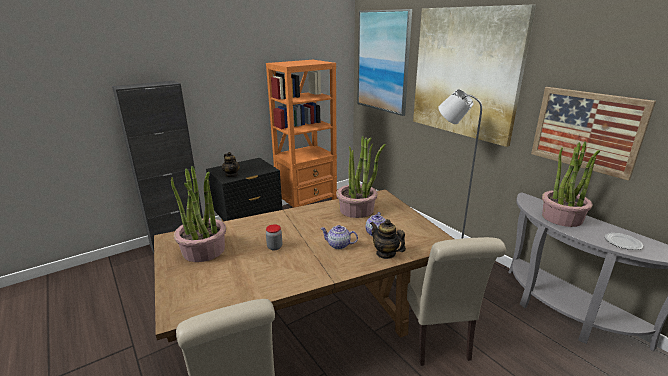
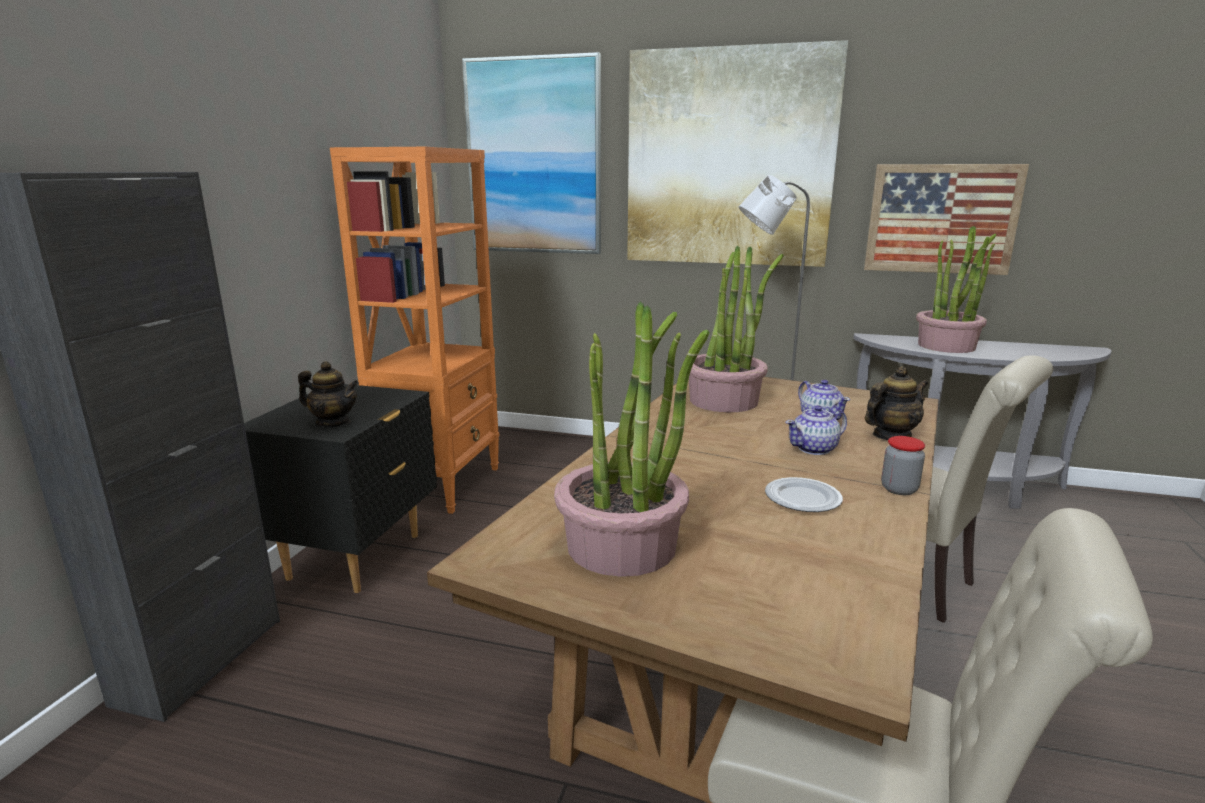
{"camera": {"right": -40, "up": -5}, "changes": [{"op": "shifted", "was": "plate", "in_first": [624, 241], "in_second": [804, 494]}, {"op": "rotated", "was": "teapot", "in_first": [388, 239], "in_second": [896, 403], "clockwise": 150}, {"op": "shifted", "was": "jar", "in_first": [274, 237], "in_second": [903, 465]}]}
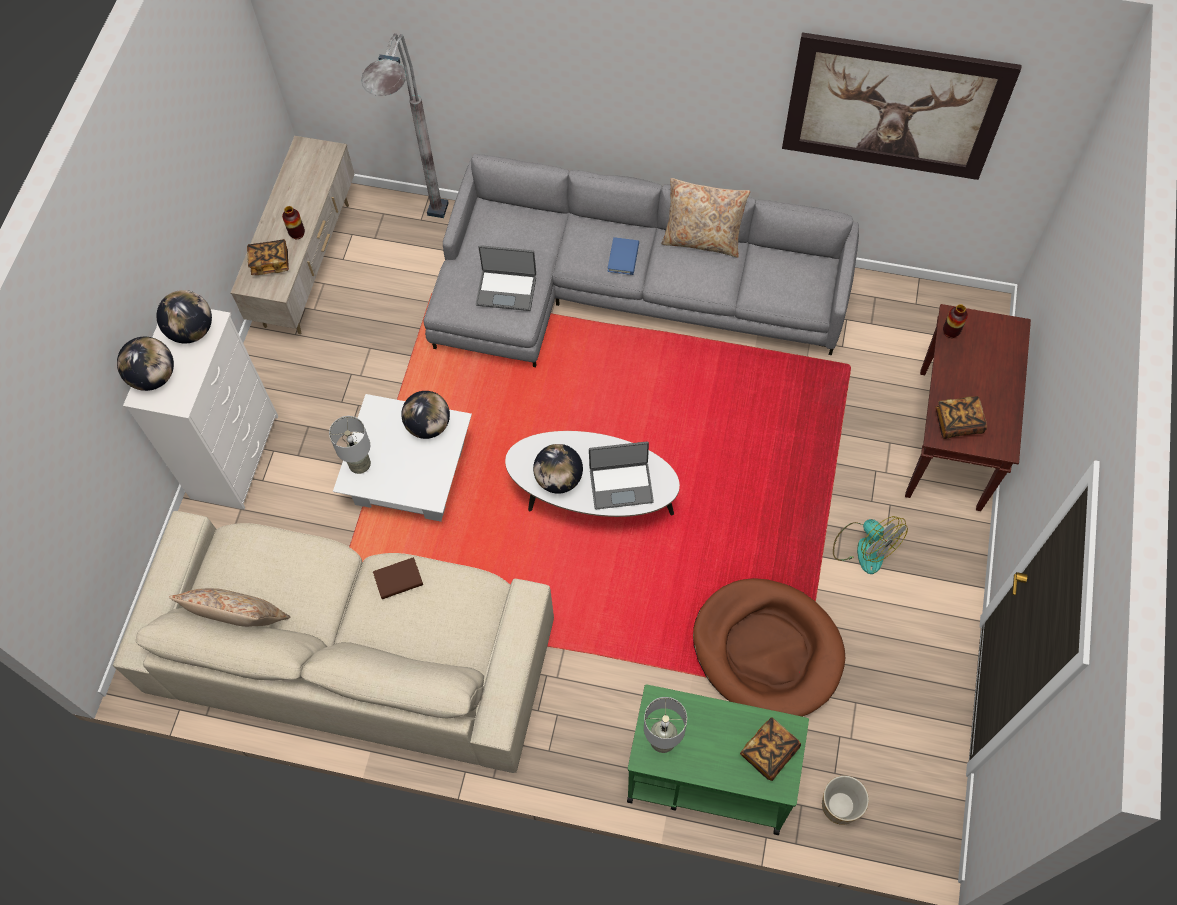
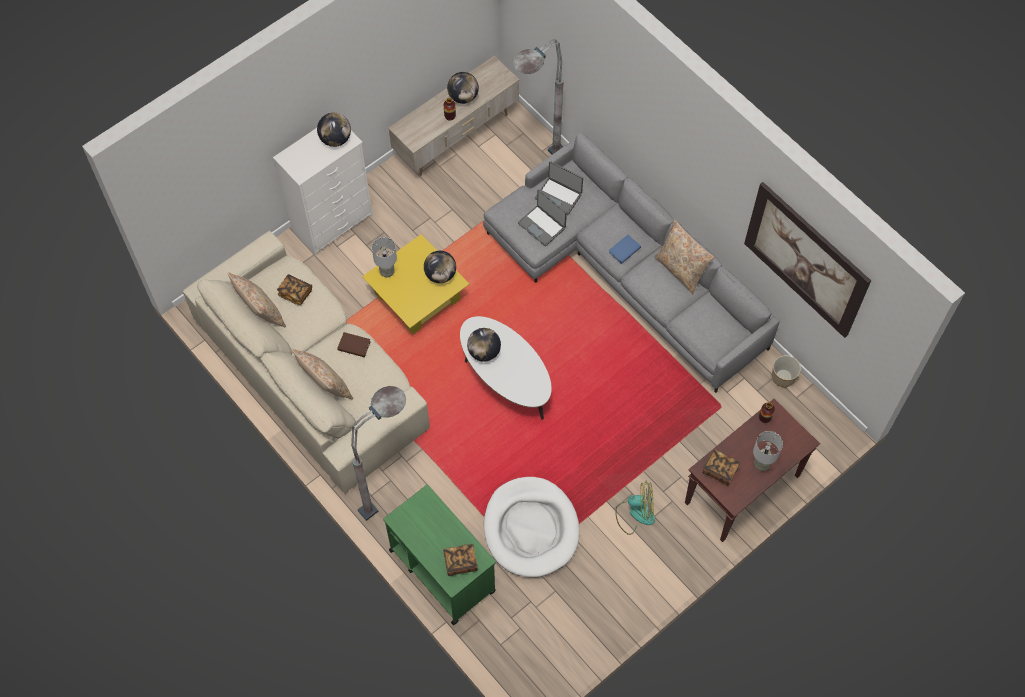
{"camera": {"right": 35, "up": 0}, "changes": [{"op": "shifted", "was": "book", "in_first": [268, 257], "in_second": [294, 290]}, {"op": "new", "now": "beige_pillow", "in_second": [322, 374]}, {"op": "new", "now": "grey_floor_lamp", "in_second": [378, 453]}, {"op": "repainted", "was": "white_coffee_table", "now": "yellow_coffee_table", "in_first": [402, 458], "in_second": [415, 284]}, {"op": "shifted", "was": "globe", "in_first": [145, 364], "in_second": [463, 88]}, {"op": "repainted", "was": "brown_dog_bed", "now": "white_dog_bed", "in_first": [769, 647], "in_second": [532, 527]}, {"op": "shifted", "was": "laptop", "in_first": [621, 475], "in_second": [559, 188]}, {"op": "rotated", "was": "fan", "in_first": [870, 545], "in_second": [635, 508], "clockwise": -90}, {"op": "shifted", "was": "grey_table_lamp", "in_first": [665, 725], "in_second": [768, 451]}, {"op": "shifted", "was": "planter", "in_first": [845, 800], "in_second": [786, 371]}]}
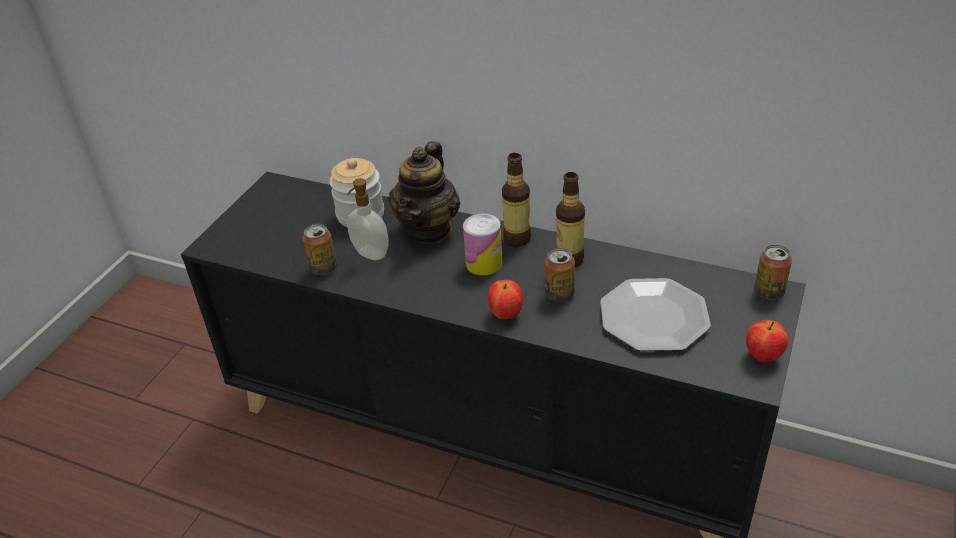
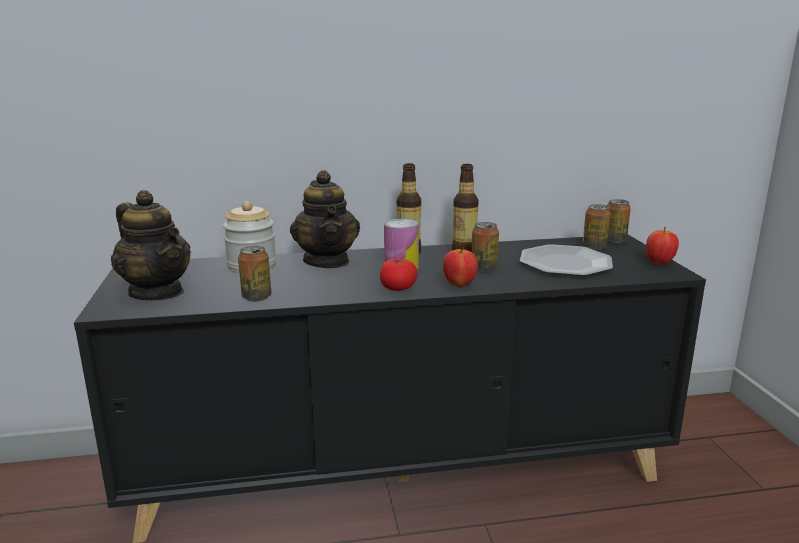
{"camera": {"right": -35, "up": -20}, "changes": [{"op": "new", "now": "teapot", "in_second": [151, 245]}, {"op": "new", "now": "tomato", "in_second": [399, 274]}, {"op": "new", "now": "can", "in_second": [597, 227]}, {"op": "gone", "was": "soap_dispenser", "in_first": [368, 219]}]}
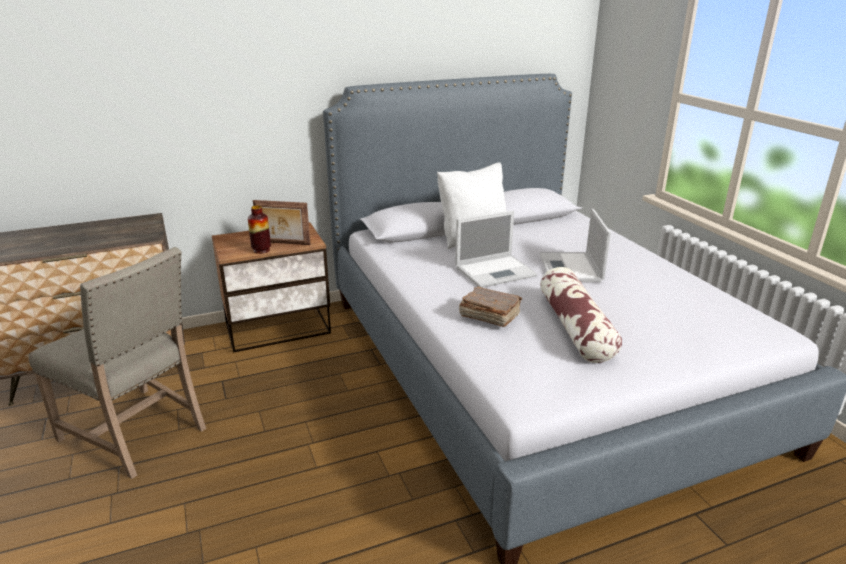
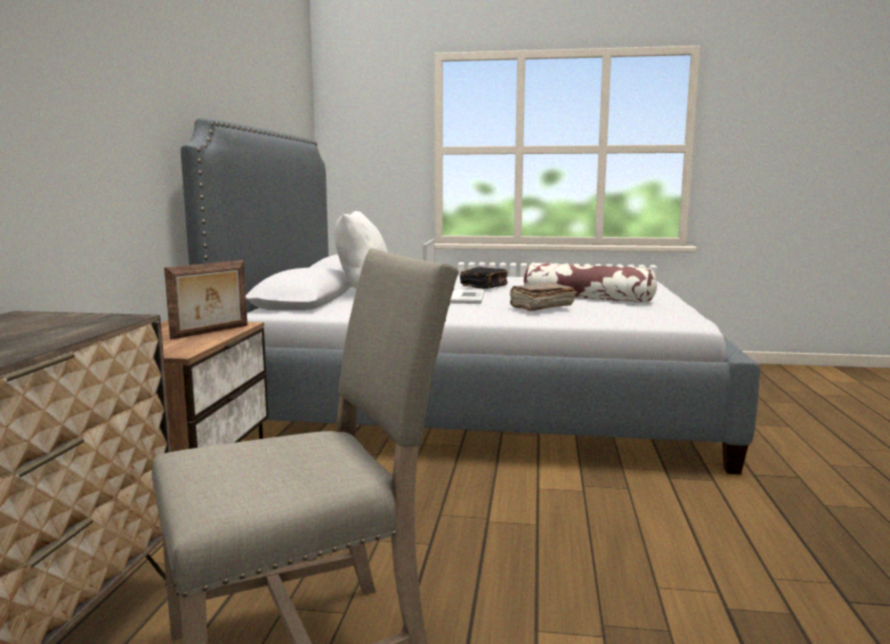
{"camera": {"right": -60, "up": -15}, "changes": [{"op": "swapped", "was": "laptop", "now": "black_book", "in_first": [575, 245], "in_second": [484, 278]}, {"op": "gone", "was": "vase", "in_first": [259, 230]}]}
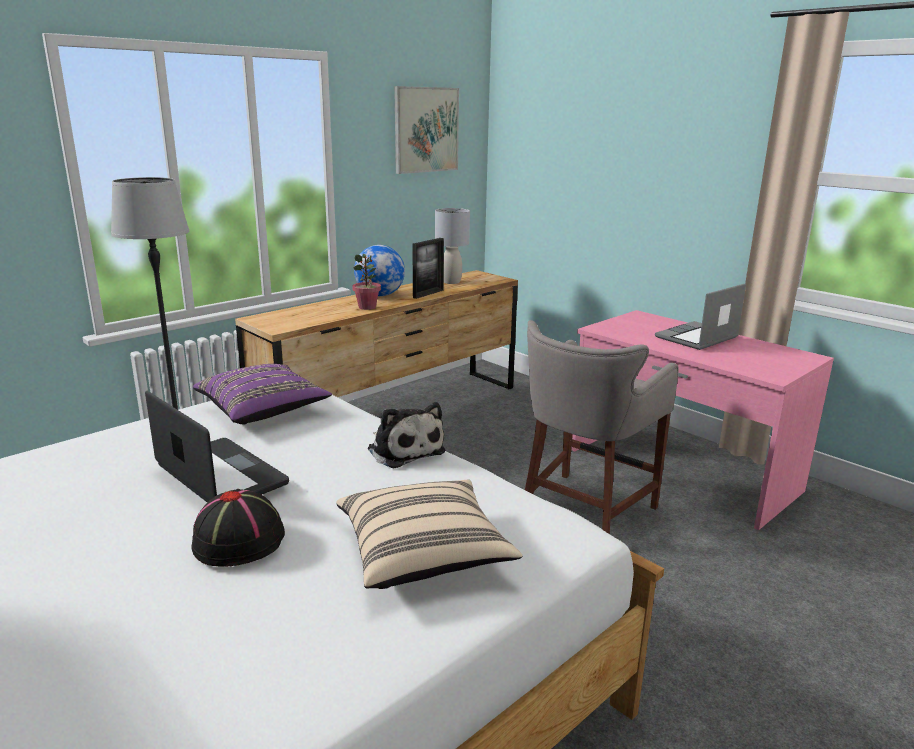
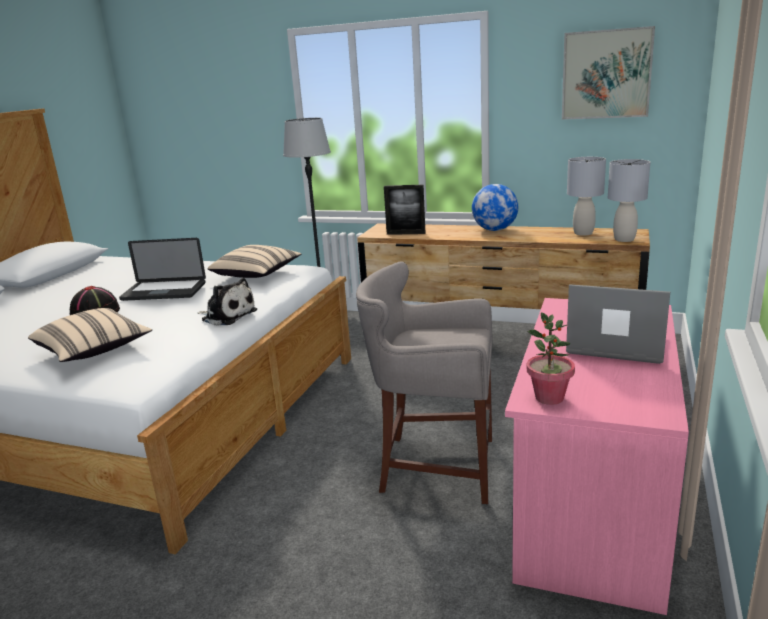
{"camera": {"right": 65, "up": 0}, "changes": [{"op": "rotated", "was": "laptop", "in_first": [217, 446], "in_second": [162, 269], "clockwise": 75}, {"op": "rotated", "was": "plush_toy", "in_first": [407, 435], "in_second": [227, 302], "clockwise": -90}, {"op": "repainted", "was": "purple_pillow", "now": "beige_pillow", "in_first": [262, 394], "in_second": [254, 261]}, {"op": "shifted", "was": "picture_frame", "in_first": [428, 268], "in_second": [404, 210]}, {"op": "shifted", "was": "potted_plant", "in_first": [366, 282], "in_second": [551, 358]}, {"op": "new", "now": "grey_table_lamp", "in_second": [629, 200]}]}
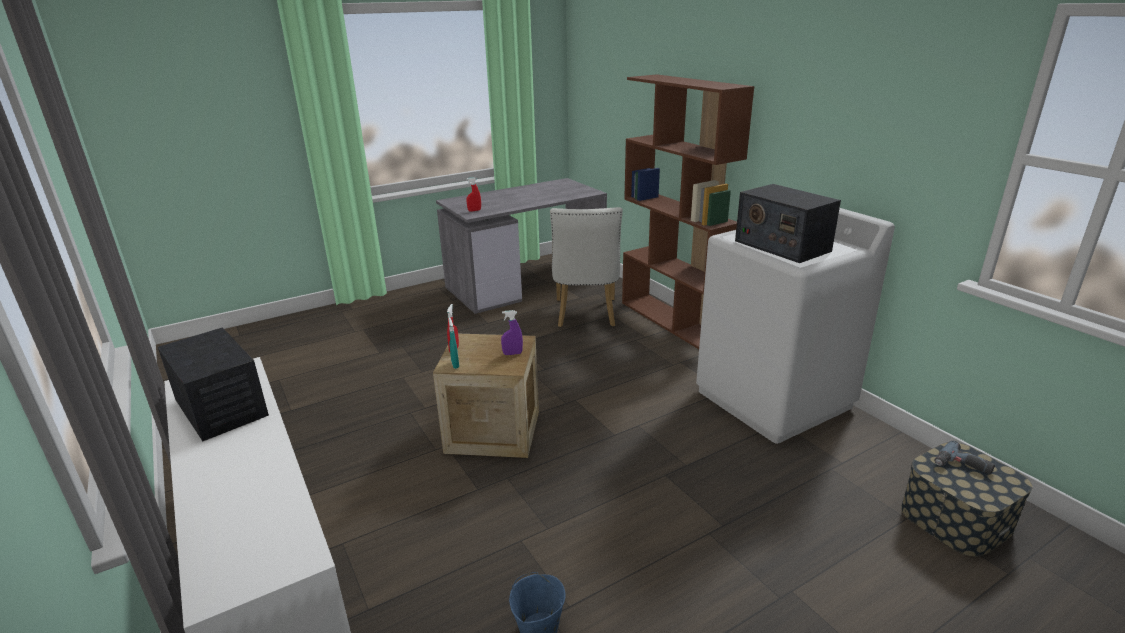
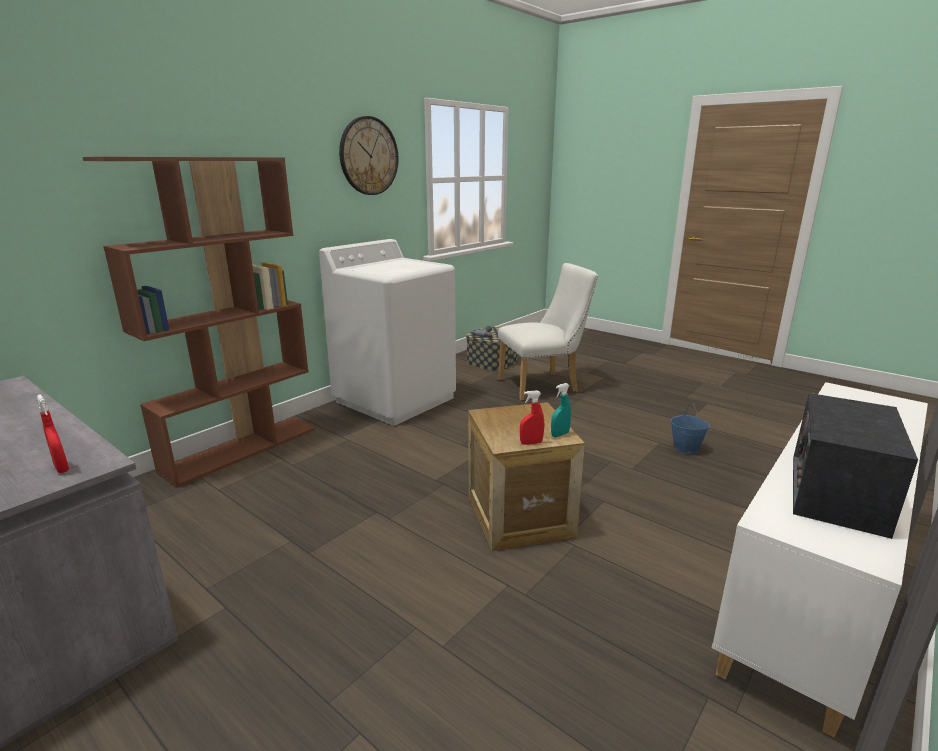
{"camera": {"right": -110, "up": -5}, "changes": [{"op": "new", "now": "wall_clock", "in_second": [369, 155]}, {"op": "shifted", "was": "white_chair", "in_first": [586, 267], "in_second": [548, 332]}, {"op": "gone", "was": "purple_spray_bottle", "in_first": [512, 332]}, {"op": "gone", "was": "radio", "in_first": [788, 223]}]}
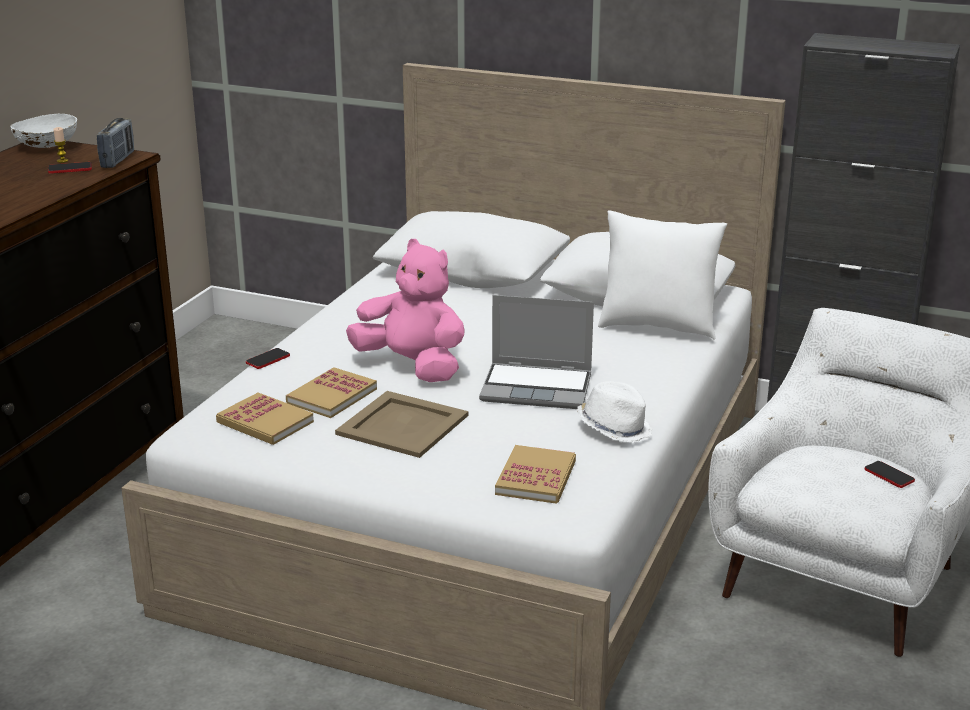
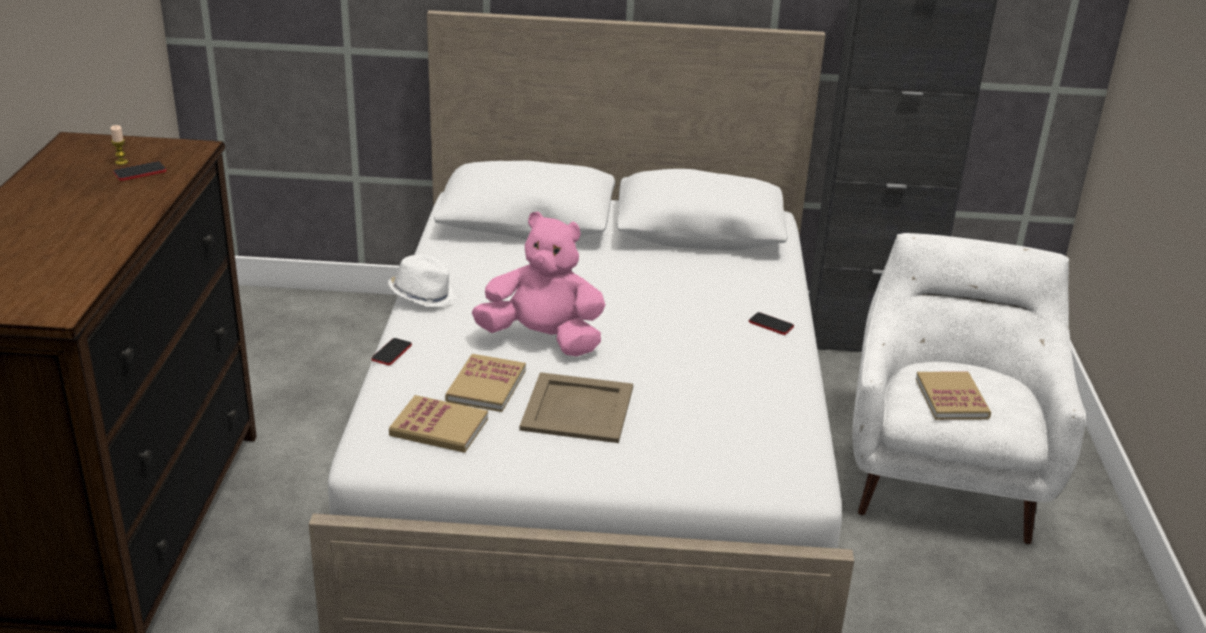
{"camera": {"right": -20, "up": 5}, "changes": [{"op": "shifted", "was": "white_hat", "in_first": [614, 412], "in_second": [422, 281]}, {"op": "shifted", "was": "phone", "in_first": [890, 474], "in_second": [771, 323]}, {"op": "shifted", "was": "book", "in_first": [535, 474], "in_second": [953, 396]}, {"op": "gone", "was": "white_bowl", "in_first": [43, 131]}, {"op": "gone", "was": "radio", "in_first": [115, 143]}, {"op": "gone", "was": "laptop", "in_first": [536, 352]}, {"op": "gone", "was": "white_pillow", "in_first": [662, 275]}]}
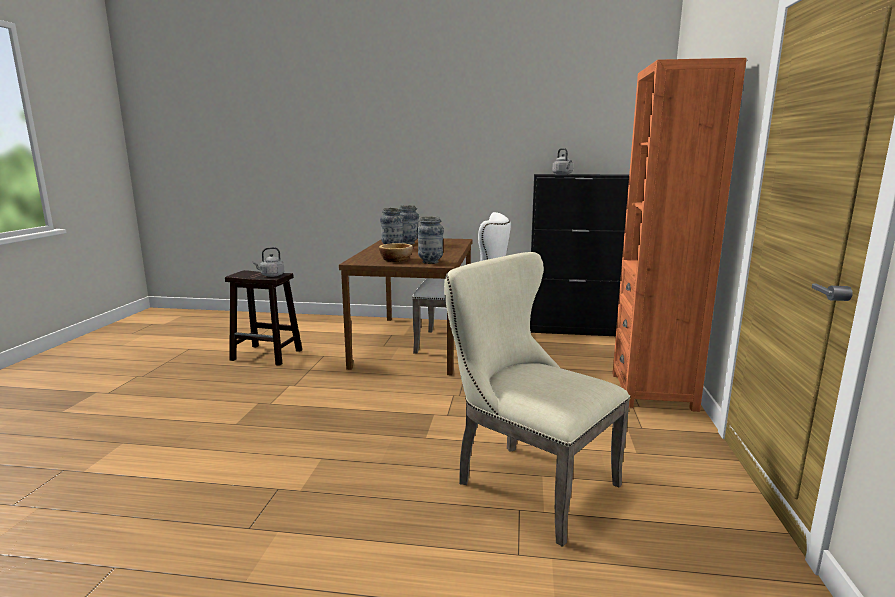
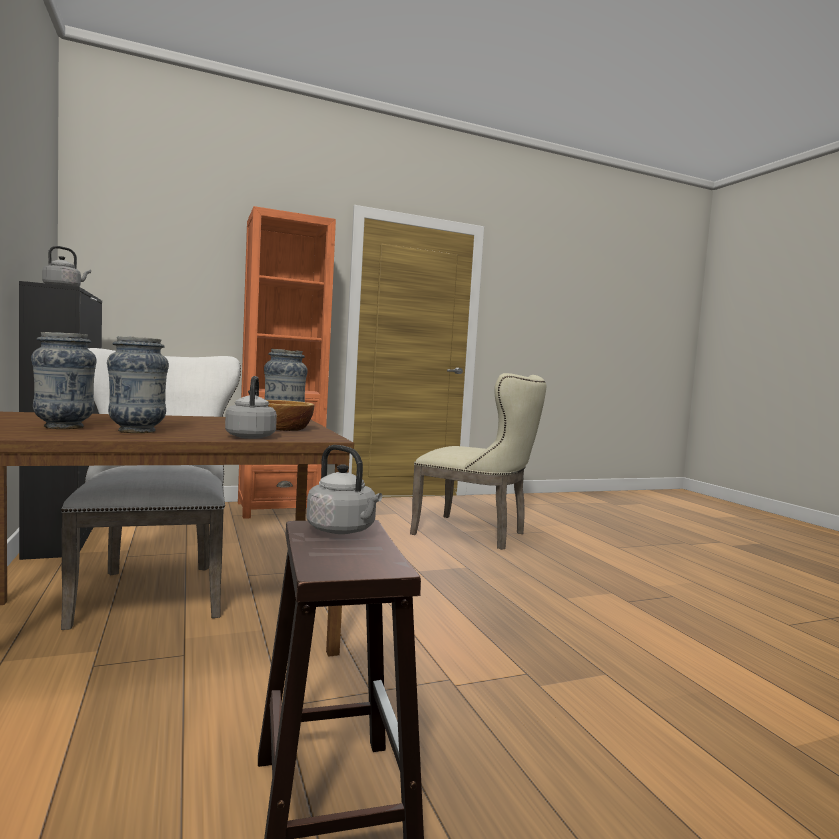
{"camera": {"right": -120, "up": -10}, "changes": [{"op": "new", "now": "grey_kettle", "in_second": [251, 407]}, {"op": "rotated", "was": "beige_chair", "in_first": [537, 399], "in_second": [478, 461], "clockwise": -75}]}
